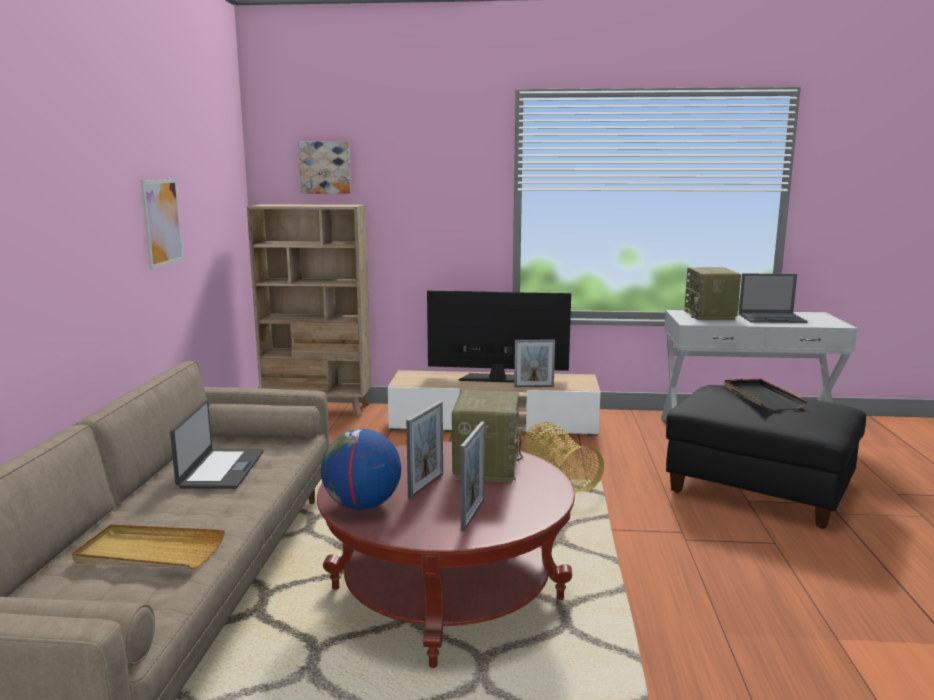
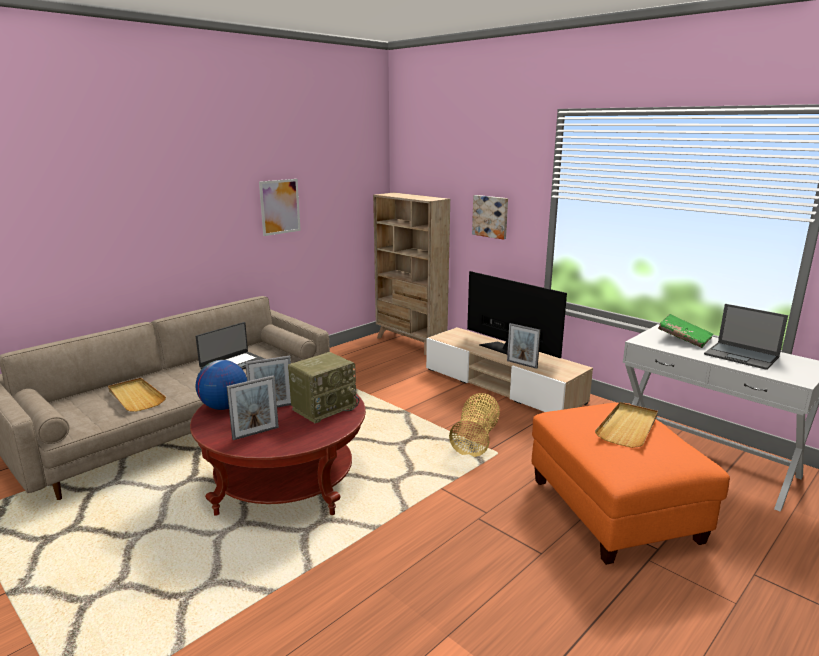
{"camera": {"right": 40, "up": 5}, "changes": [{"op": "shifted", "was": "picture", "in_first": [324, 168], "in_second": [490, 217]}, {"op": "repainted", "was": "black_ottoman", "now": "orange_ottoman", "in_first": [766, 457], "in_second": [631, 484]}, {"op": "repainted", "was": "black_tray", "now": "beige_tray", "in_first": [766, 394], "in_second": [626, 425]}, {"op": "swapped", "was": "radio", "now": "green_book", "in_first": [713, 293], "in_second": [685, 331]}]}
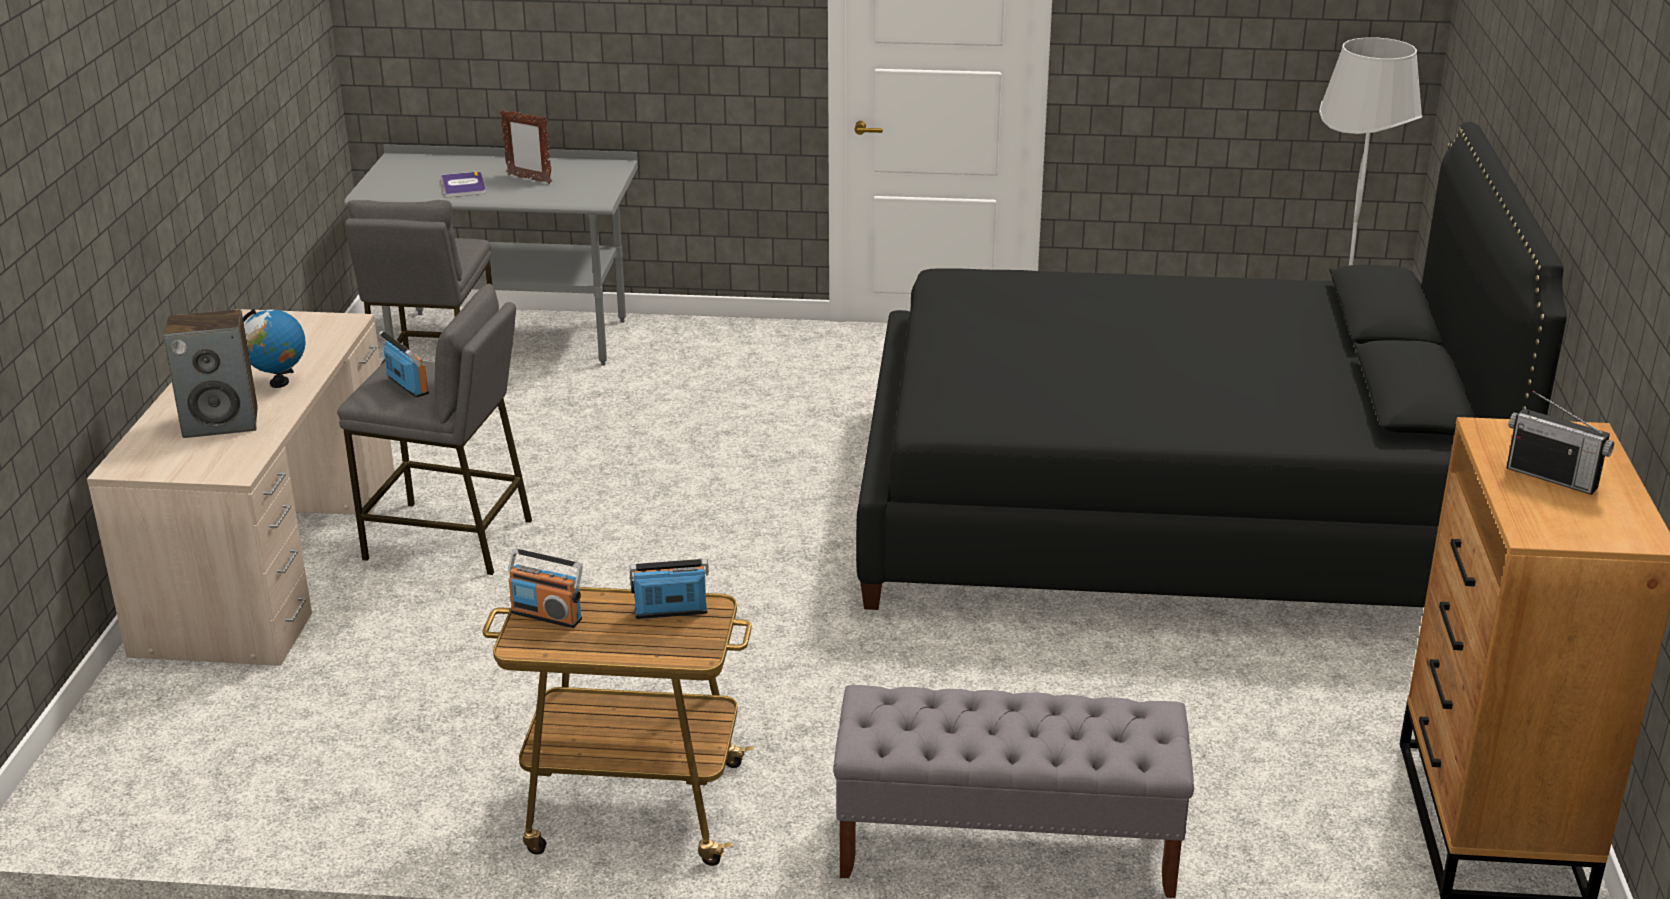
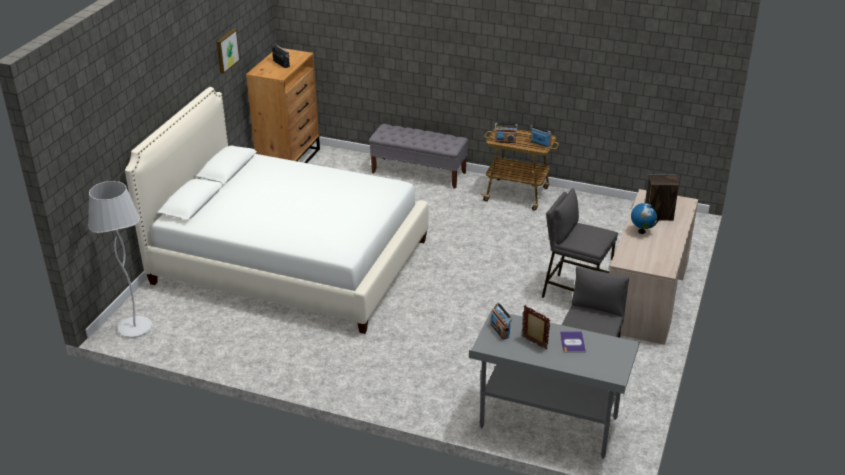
{"camera": {"right": -165, "up": 5}, "changes": [{"op": "repainted", "was": "black_bed", "now": "white_bed", "in_first": [1211, 366], "in_second": [277, 210]}, {"op": "new", "now": "picture", "in_second": [228, 51]}, {"op": "shifted", "was": "radio", "in_first": [403, 364], "in_second": [501, 321]}]}
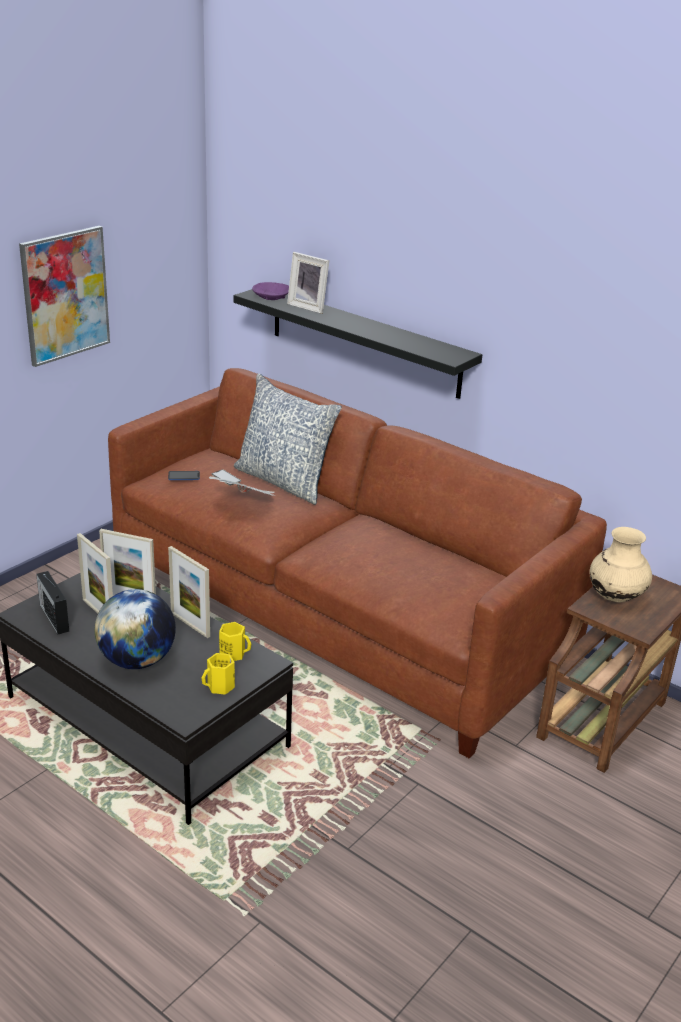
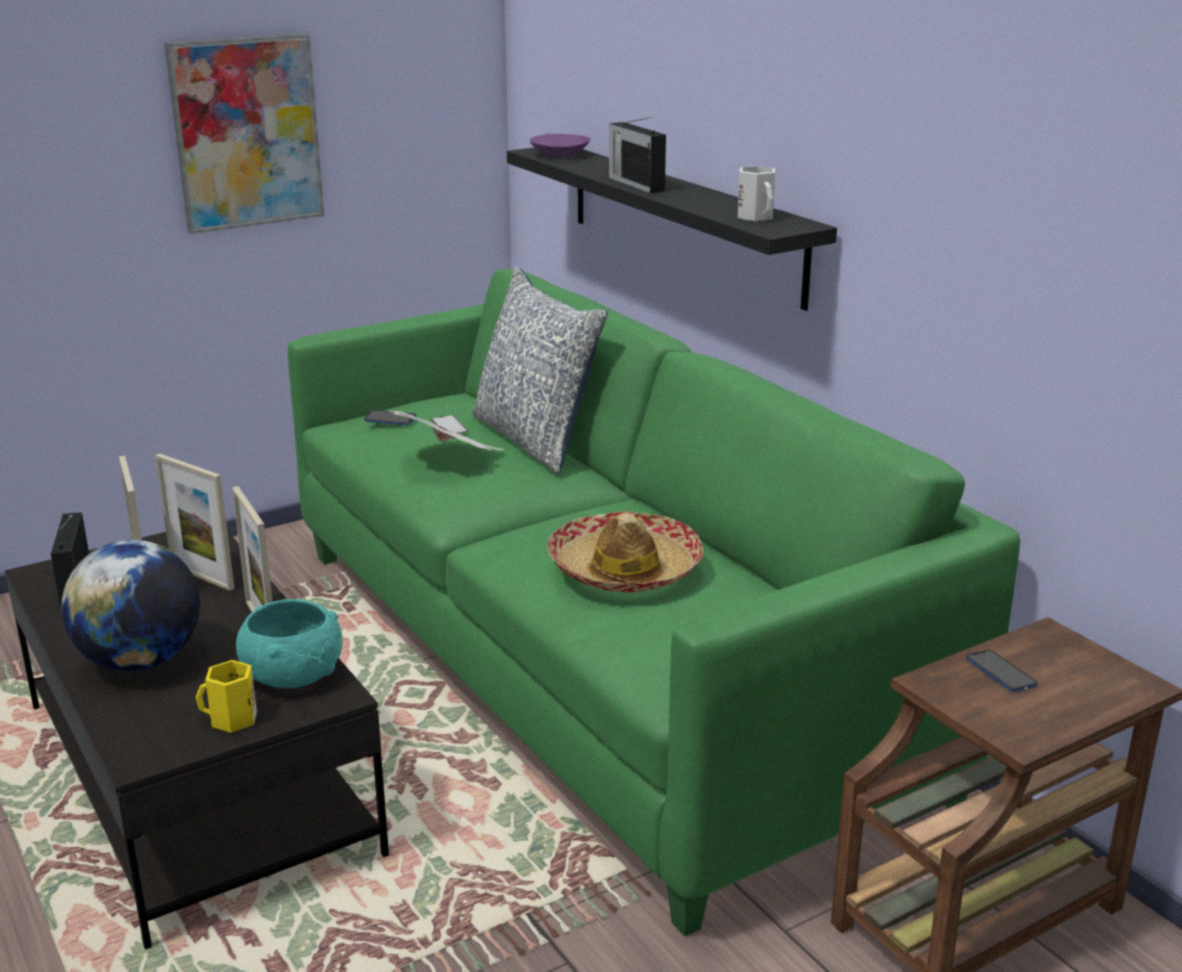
{"camera": {"right": 20, "up": -5}, "changes": [{"op": "swapped", "was": "yellow_mug", "now": "turquoise_bowl", "in_first": [235, 641], "in_second": [289, 643]}, {"op": "repainted", "was": "brown_sofa", "now": "green_sofa", "in_first": [357, 563], "in_second": [654, 602]}, {"op": "new", "now": "hat", "in_second": [625, 551]}, {"op": "new", "now": "radio", "in_second": [637, 155]}, {"op": "new", "now": "white_mug", "in_second": [756, 193]}, {"op": "swapped", "was": "beige_vase", "now": "phone", "in_first": [620, 565], "in_second": [1002, 671]}, {"op": "gone", "was": "picture_frame", "in_first": [308, 283]}]}
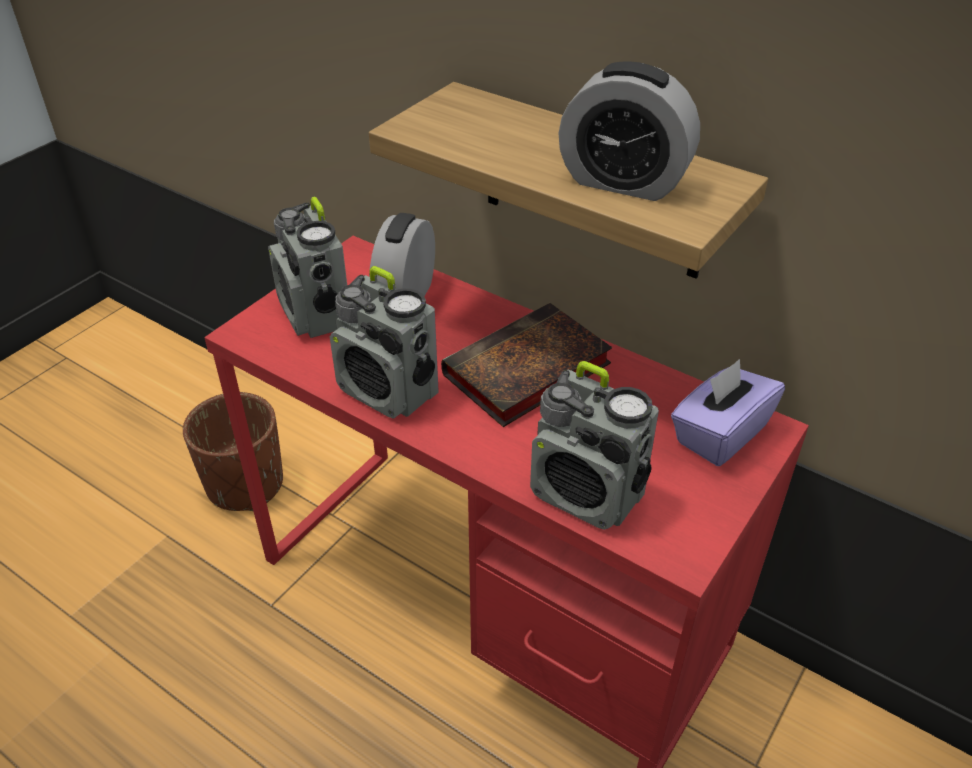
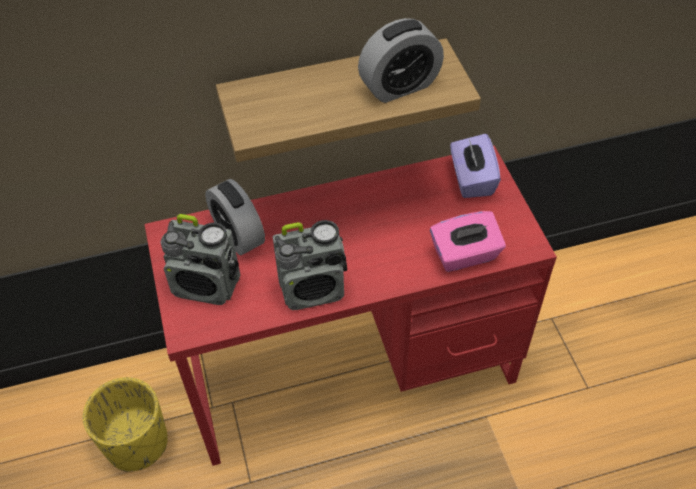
{"camera": {"right": -50, "up": 10}, "changes": [{"op": "repainted", "was": "brown_planter", "now": "yellow_planter", "in_first": [233, 451], "in_second": [125, 424]}, {"op": "swapped", "was": "radio", "now": "pink_tissue_box", "in_first": [594, 445], "in_second": [468, 241]}, {"op": "gone", "was": "book", "in_first": [527, 365]}]}
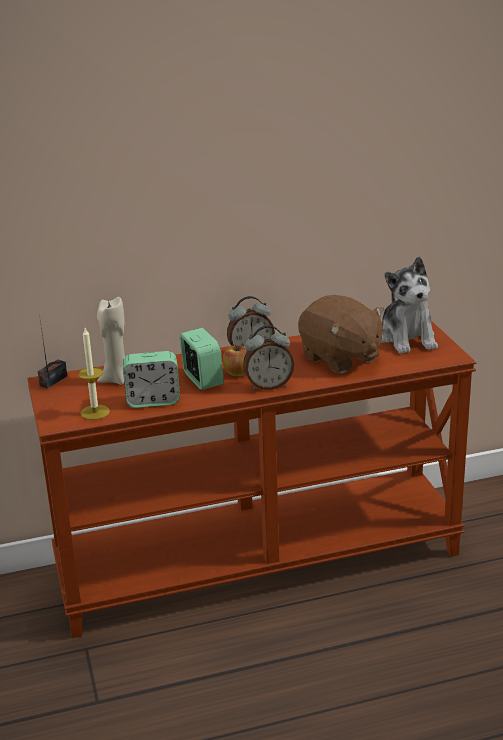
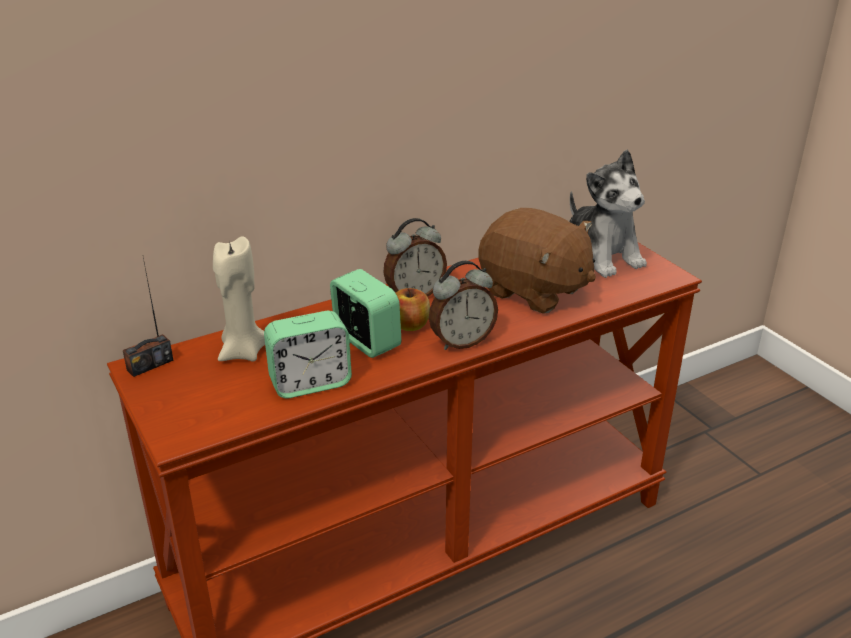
{"camera": {"right": -15, "up": 5}, "changes": [{"op": "rotated", "was": "radio", "in_first": [52, 350], "in_second": [148, 317], "clockwise": -150}, {"op": "gone", "was": "candle", "in_first": [94, 374]}]}
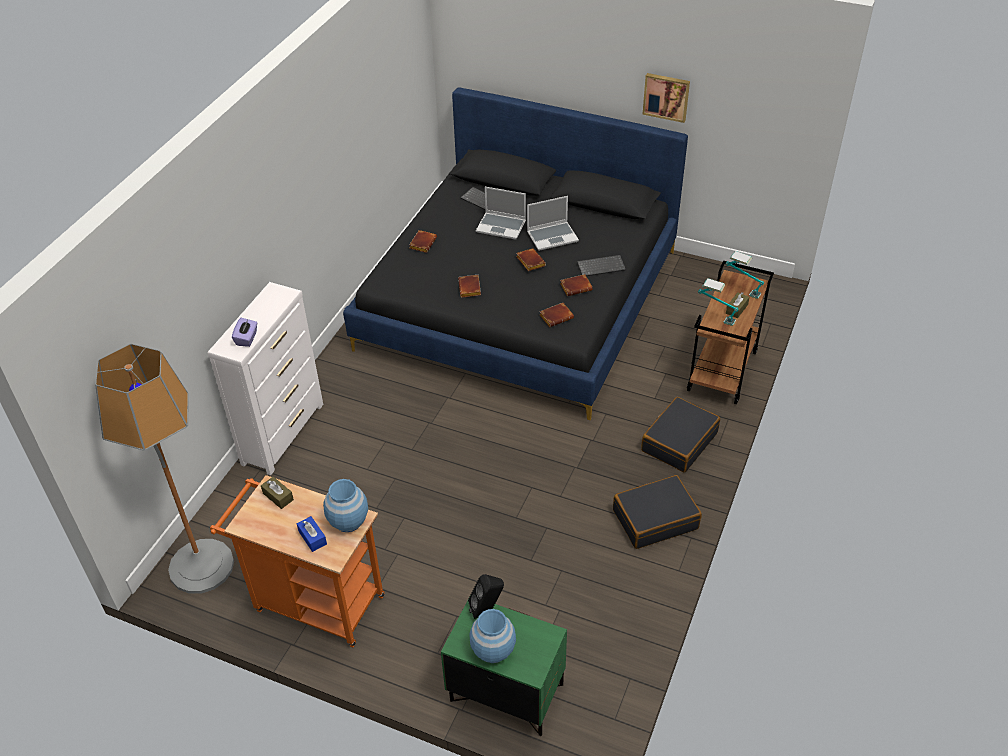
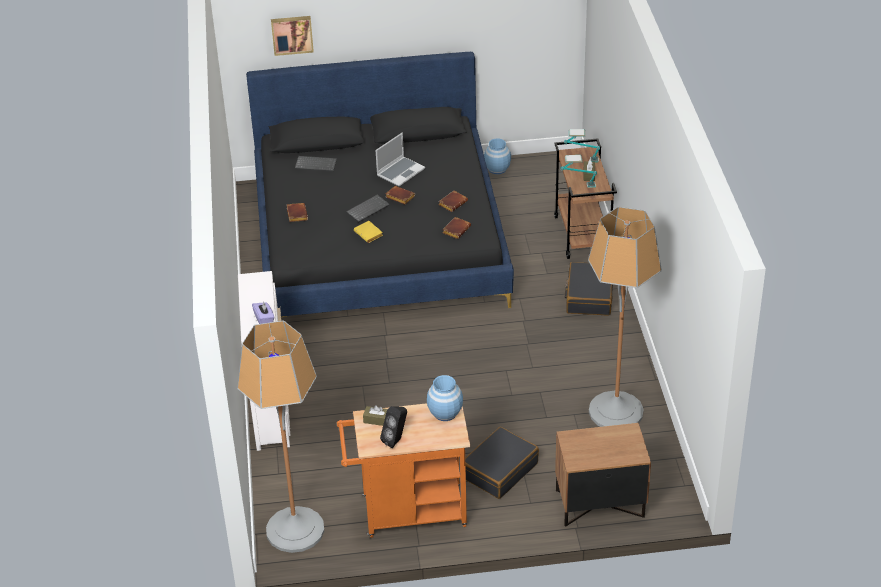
{"camera": {"right": -30, "up": -5}, "changes": [{"op": "shifted", "was": "picture", "in_first": [666, 98], "in_second": [292, 36]}, {"op": "shifted", "was": "keyboard", "in_first": [601, 265], "in_second": [368, 208]}, {"op": "repainted", "was": "brown_book", "now": "yellow_book", "in_first": [469, 286], "in_second": [368, 232]}, {"op": "shifted", "was": "black_speaker", "in_first": [486, 596], "in_second": [393, 427]}, {"op": "shifted", "was": "black_suitcase", "in_first": [657, 512], "in_second": [502, 463]}, {"op": "shifted", "was": "blue_vase", "in_first": [493, 636], "in_second": [497, 156]}, {"op": "repainted", "was": "green_nightstand", "now": "brown_nightstand", "in_first": [504, 668], "in_second": [603, 475]}, {"op": "new", "now": "floor_lamp", "in_second": [625, 317]}, {"op": "gone", "was": "blue_tissue_box", "in_first": [312, 534]}, {"op": "gone", "was": "laptop", "in_first": [501, 213]}]}
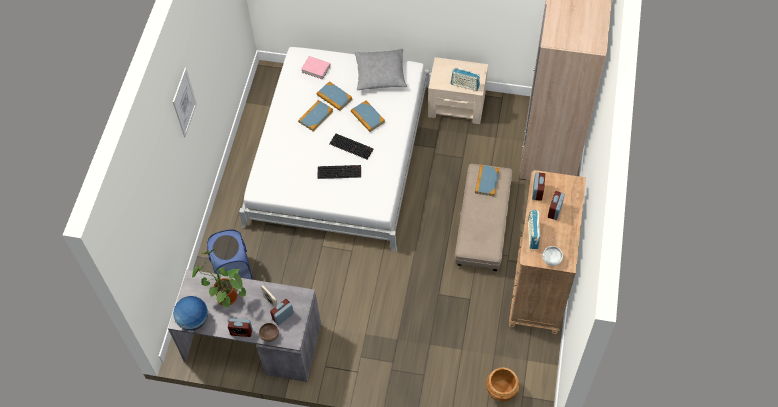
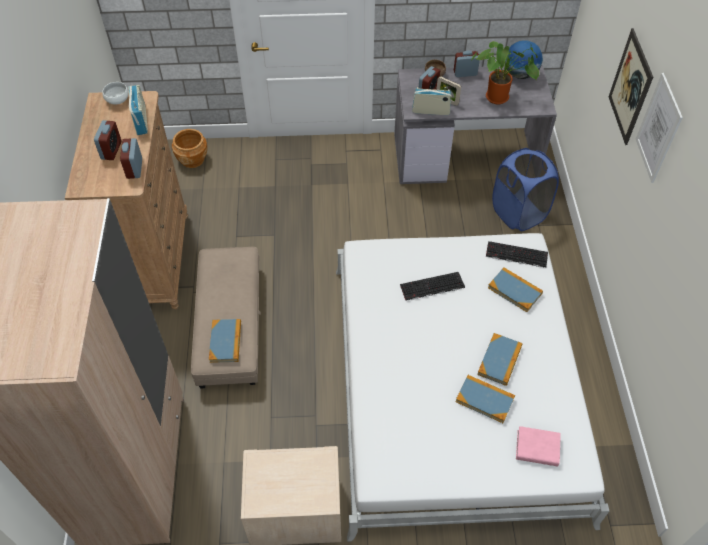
{"camera": {"right": 165, "up": -5}, "changes": [{"op": "shifted", "was": "radio", "in_first": [465, 79], "in_second": [432, 101]}, {"op": "shifted", "was": "keyboard", "in_first": [351, 146], "in_second": [517, 254]}, {"op": "shifted", "was": "book", "in_first": [368, 116], "in_second": [515, 289]}, {"op": "new", "now": "picture", "in_second": [630, 86]}, {"op": "gone", "was": "grey_pillow", "in_first": [381, 69]}]}
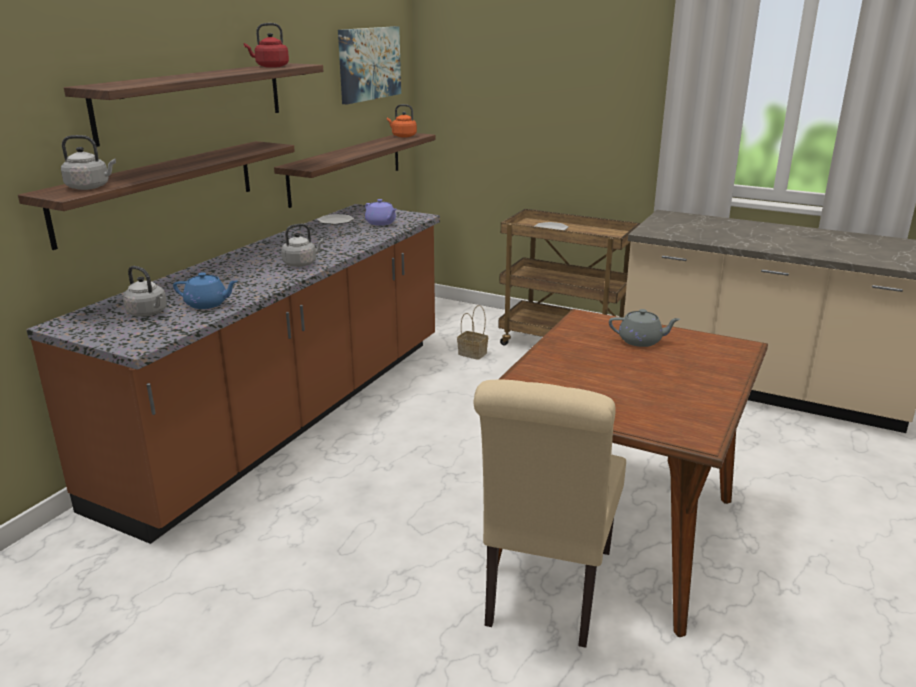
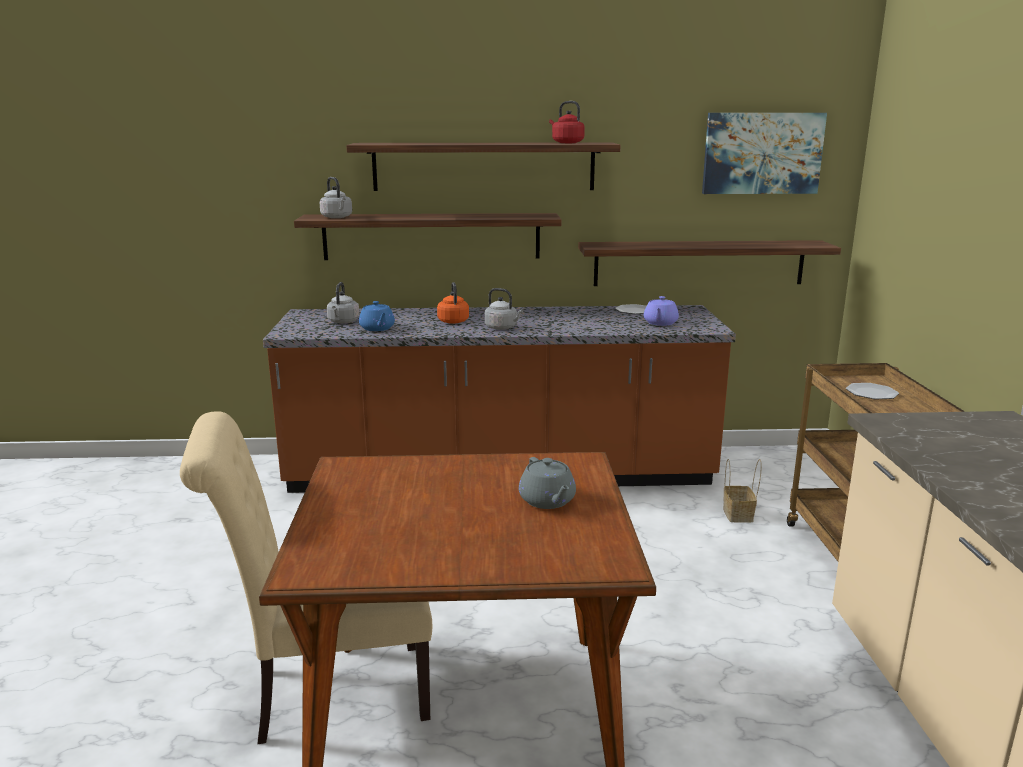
{"camera": {"right": 60, "up": -5}, "changes": [{"op": "shifted", "was": "orange_kettle", "in_first": [402, 120], "in_second": [453, 303]}]}
